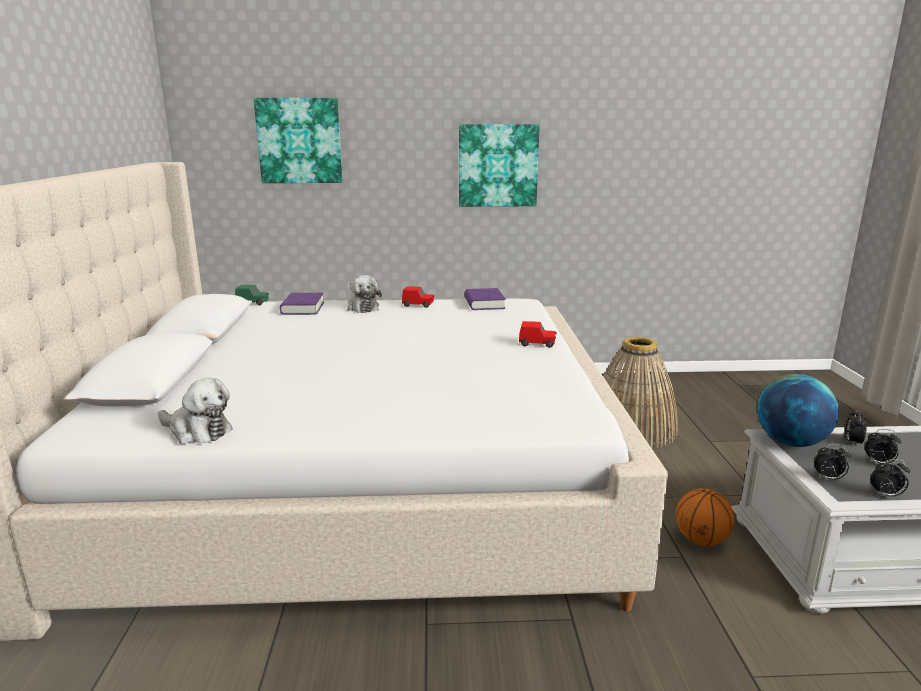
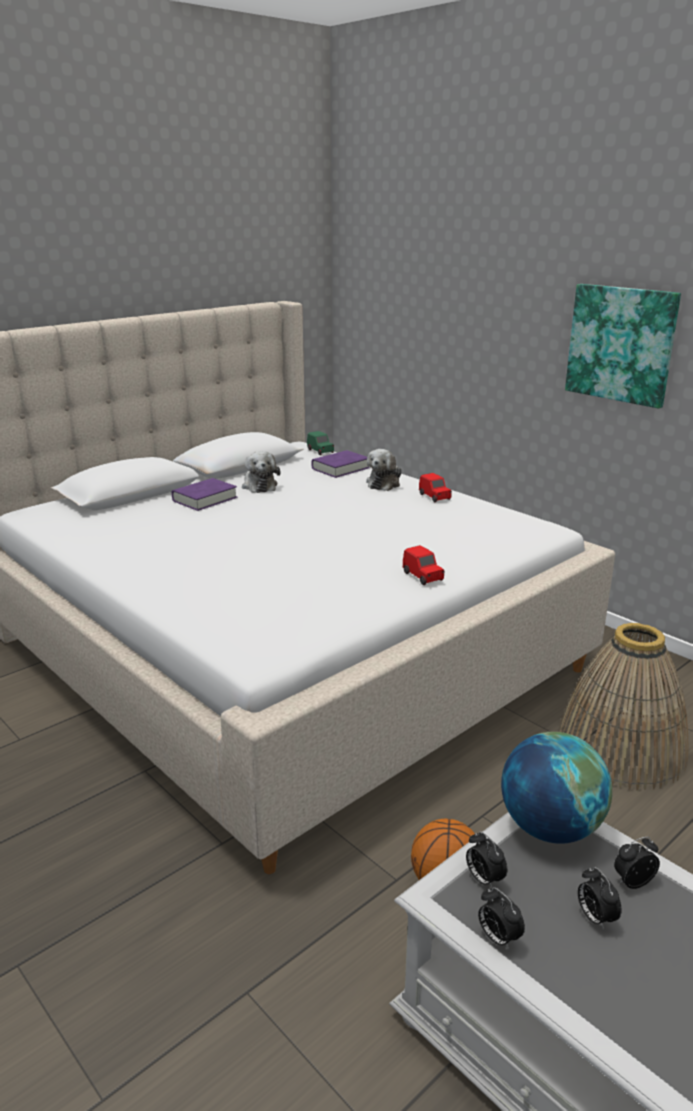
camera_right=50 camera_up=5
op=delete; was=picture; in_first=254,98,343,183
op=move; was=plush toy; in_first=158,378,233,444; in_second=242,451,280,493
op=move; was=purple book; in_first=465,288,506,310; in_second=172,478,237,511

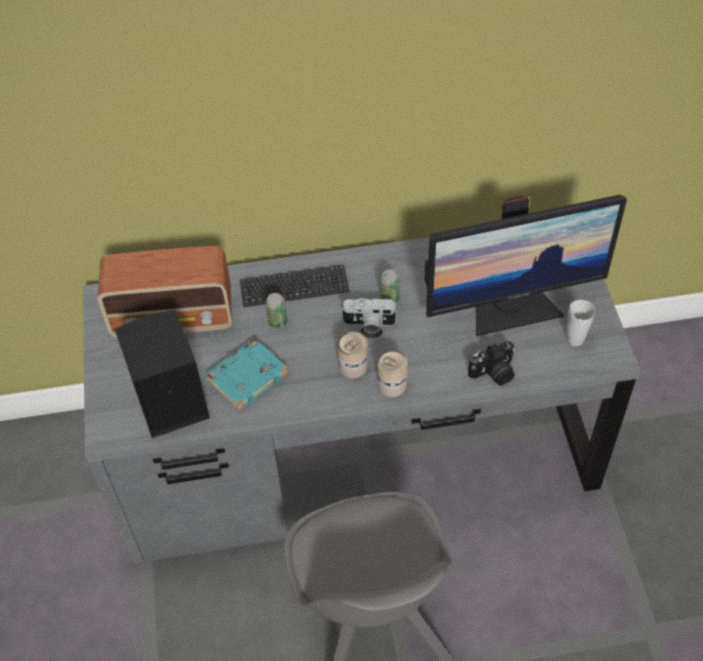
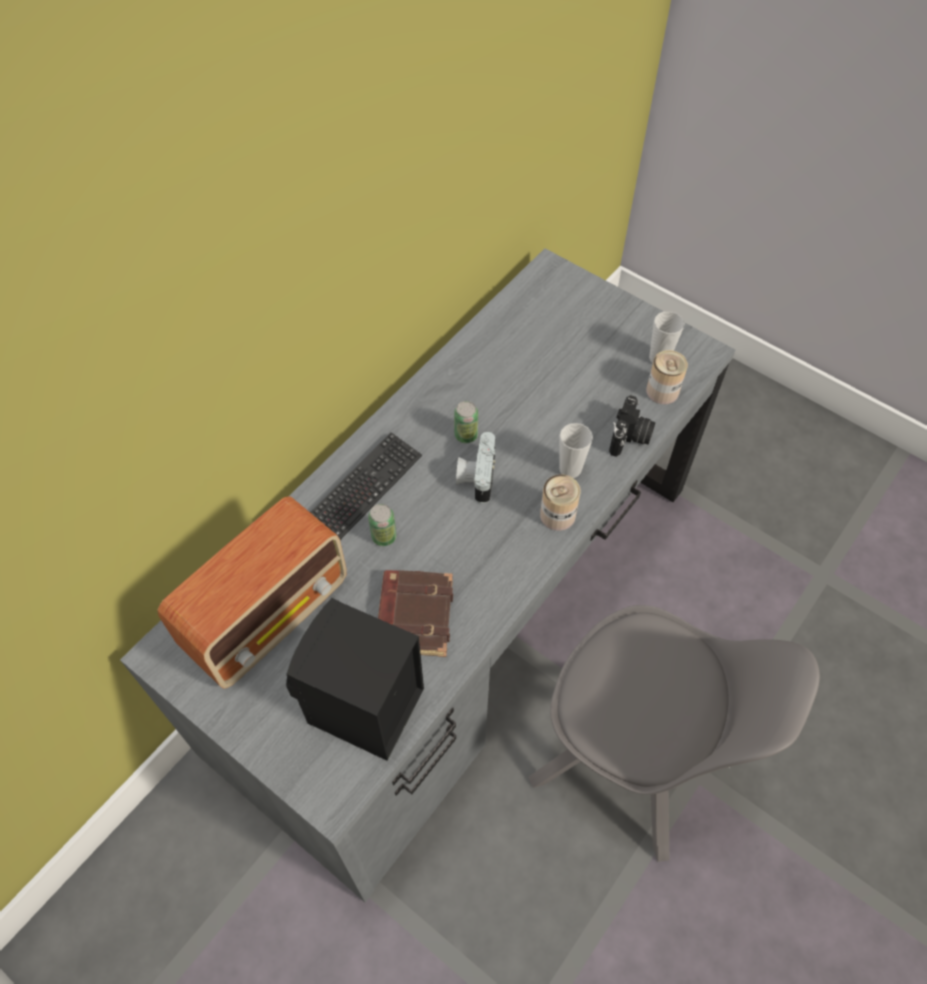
camera_right=-45 camera_up=5
op=delete; was=monitor; in_first=425,195,627,336
op=insert; now=cup; in_second=559,423,593,478
op=move; was=can; in_first=338,332,368,378; in_second=646,350,688,404
op=recolor; was=turquoise book; now=brown book; in_first=205,338,289,411; in_second=378,570,453,657
op=rotate; was=photo camera; in_first=341,298,397,339; in_second=456,432,495,504; clockwise=135

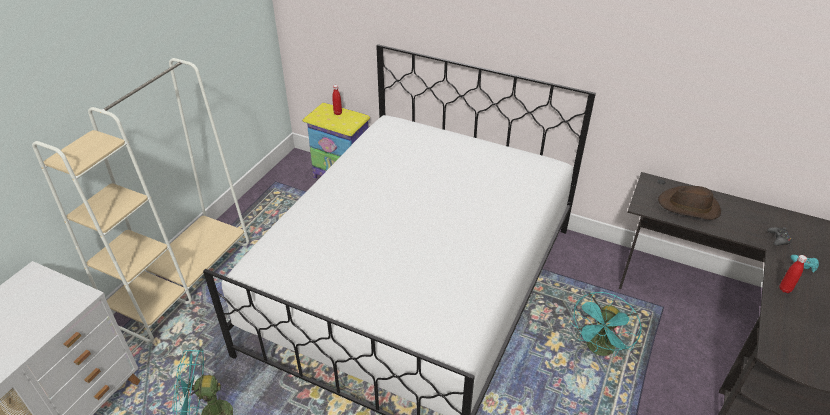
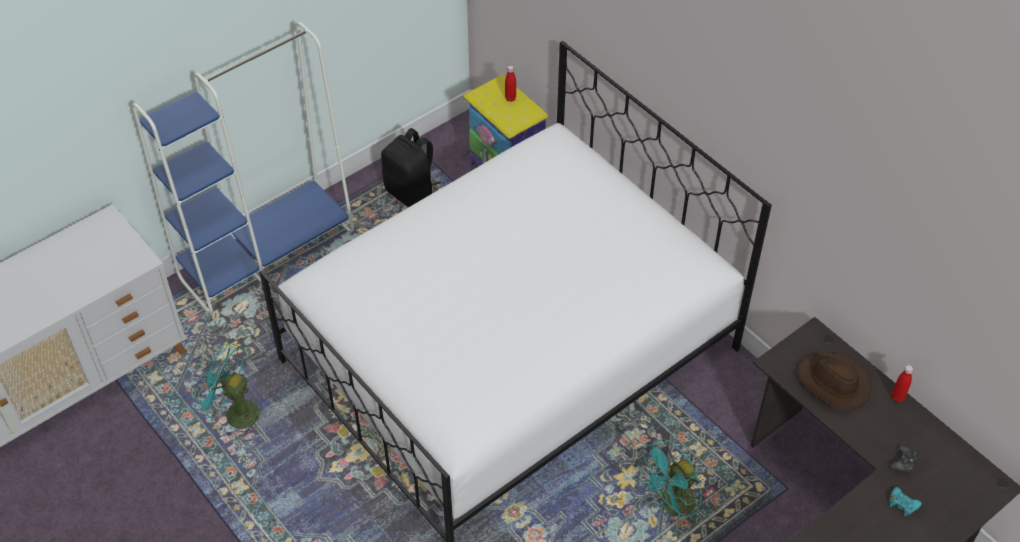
camera_right=25 camera_up=10
op=insert; now=black backpack; in_second=381,128,441,207
op=move; was=red bottle; in_first=780,255,807,293; in_second=892,365,914,402
op=recolor; was=beige clothes rack; now=blue clothes rack; in_first=32,58,249,343; in_second=132,22,354,314

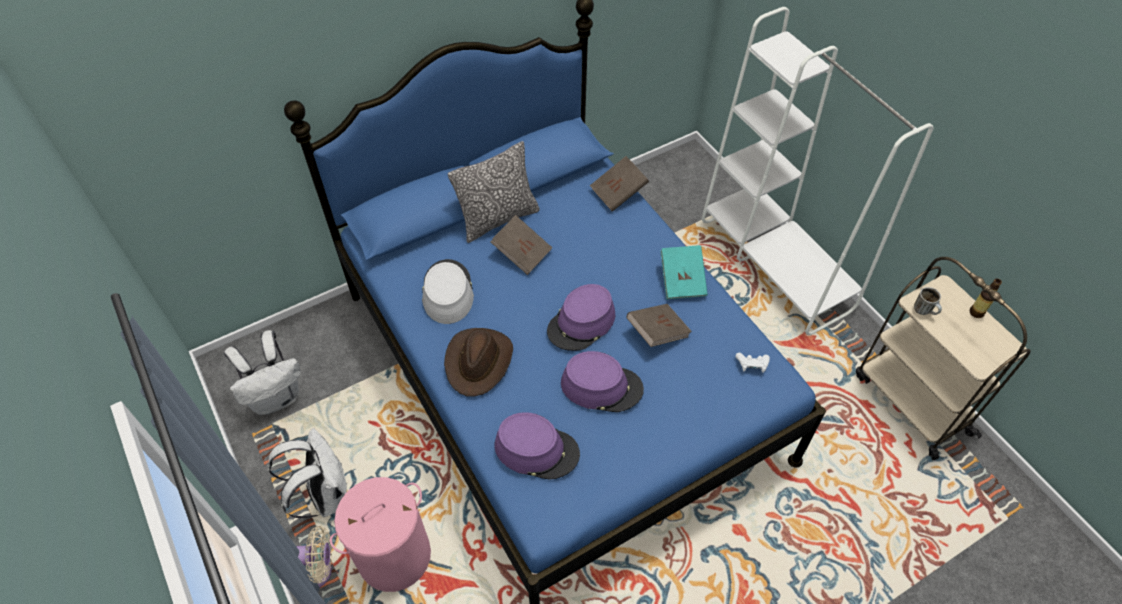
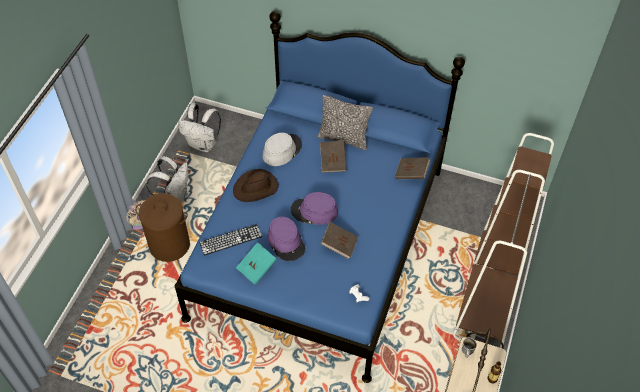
camera_right=50 camera_up=0
op=move; was=turquoise book; in_first=660,245,708,299; in_second=236,242,277,285
op=replace; was=purple hat; now=keyboard; in_first=495,412,580,480; in_second=199,224,262,256
op=recolor; was=pink laundry basket; now=brown laundry basket; in_first=330,477,431,592; in_second=135,194,190,262
op=recolor; was=white clothes rack; now=brown clothes rack; in_first=702,7,934,335; in_second=453,133,554,348

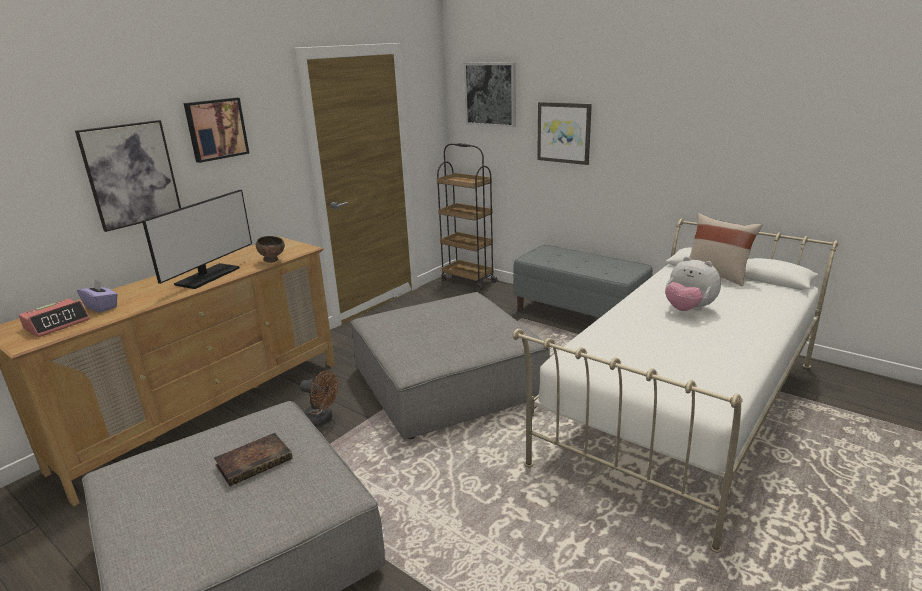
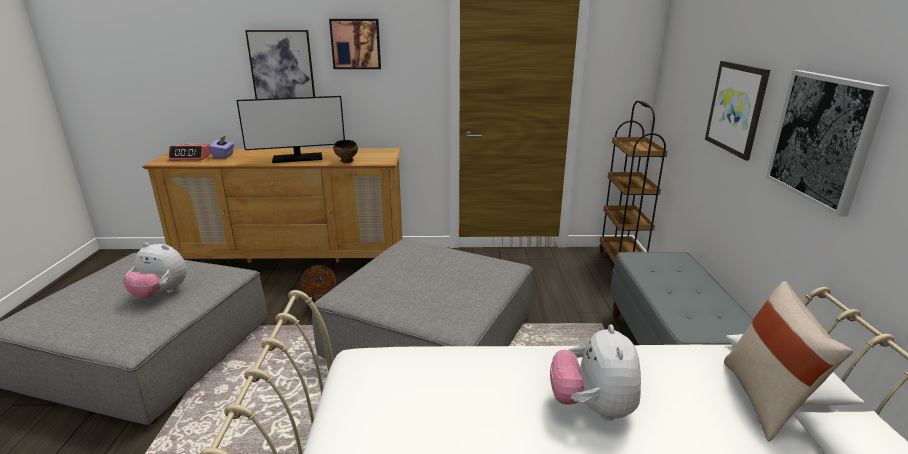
camera_right=50 camera_up=0
op=move; was=picture; in_first=464,62,516,127; in_second=766,70,891,217
op=replace; was=book; now=plush toy; in_first=214,433,292,486; in_second=123,242,187,299

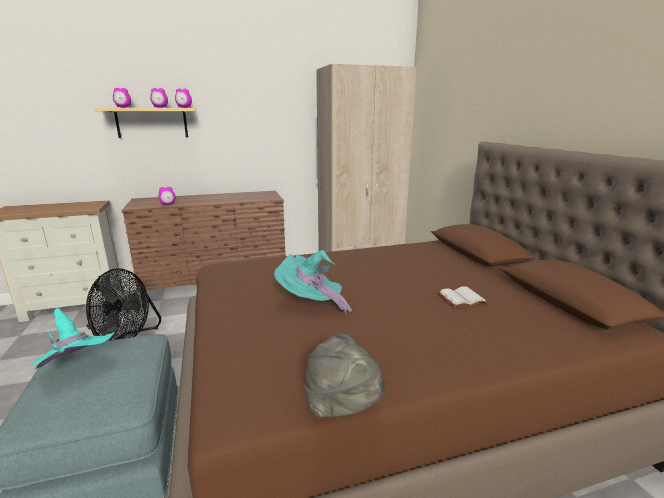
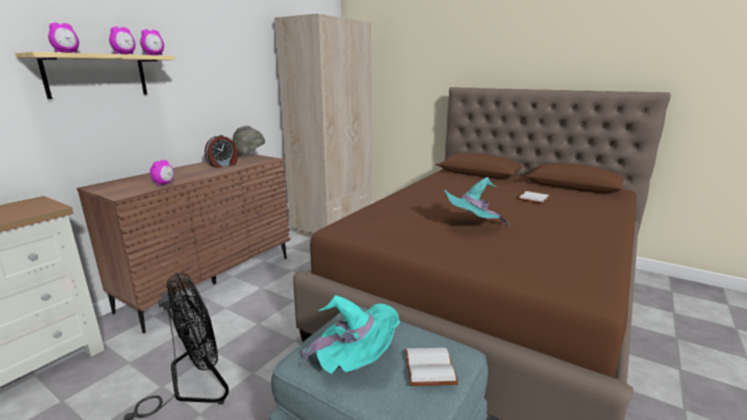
camera_right=-40 camera_up=0
op=insert; now=alarm clock; in_second=205,135,238,168
op=insert; now=white book; in_second=405,348,459,386
op=move; was=grey hat; in_first=304,333,385,418; in_second=233,126,265,157

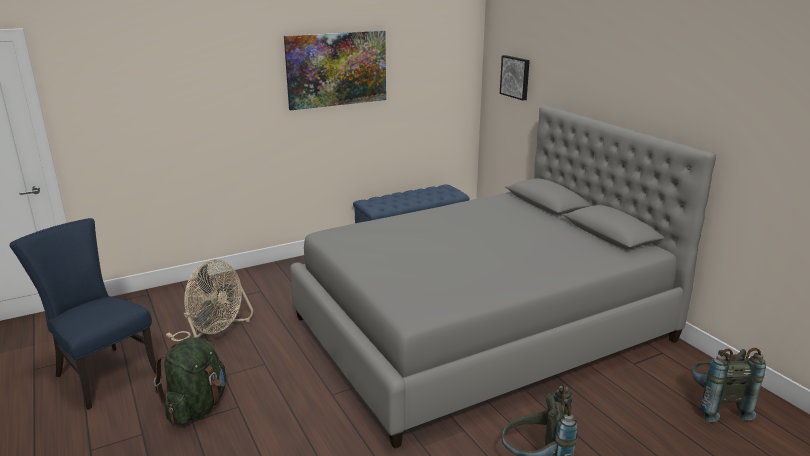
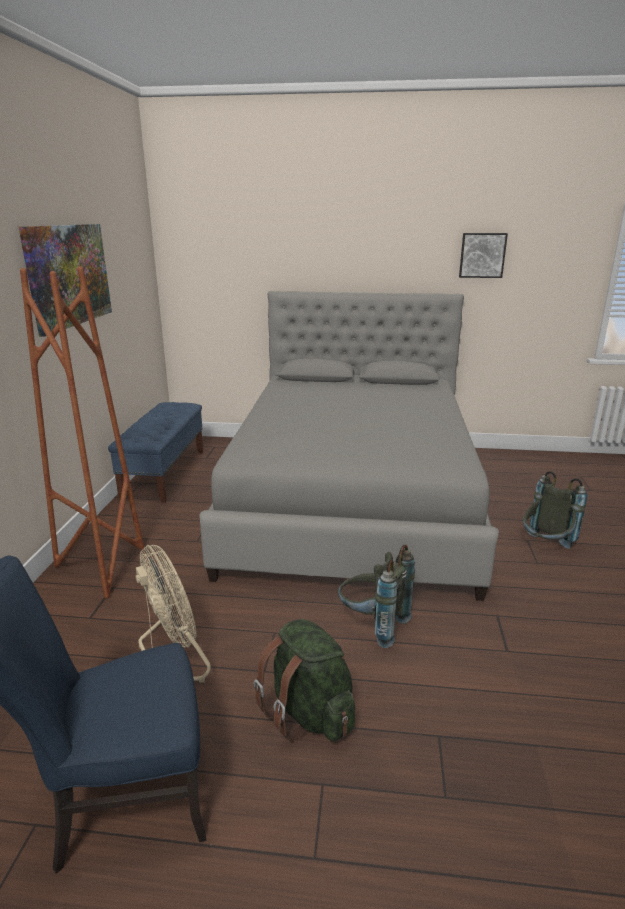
camera_right=-55 camera_up=0
op=insert; now=brown clothes rack; in_second=20,266,144,599
op=move; was=picture; in_first=500,55,530,100; in_second=459,233,508,278
op=move; was=grey backpack; in_first=691,348,766,422; in_second=338,545,415,648

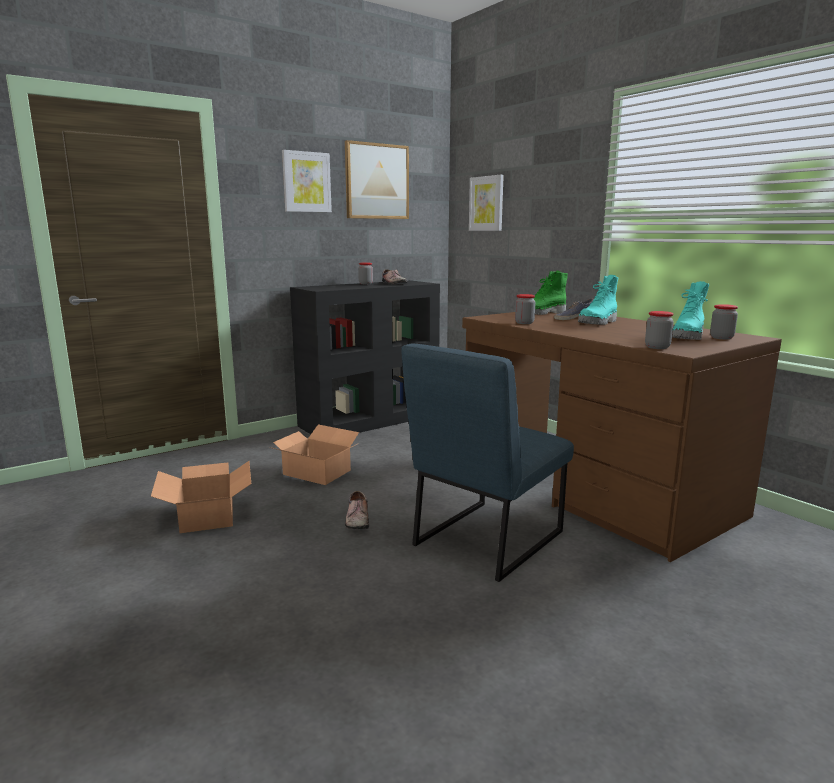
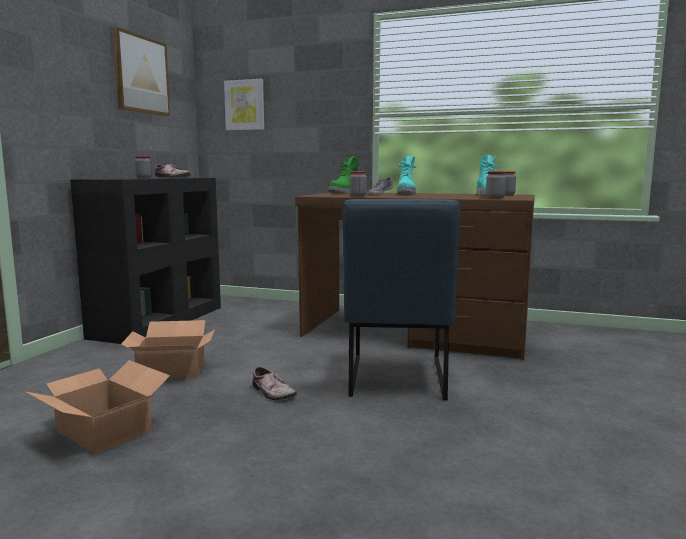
camera_right=-35 camera_up=-5
op=delete; was=picture; in_first=282,150,332,212

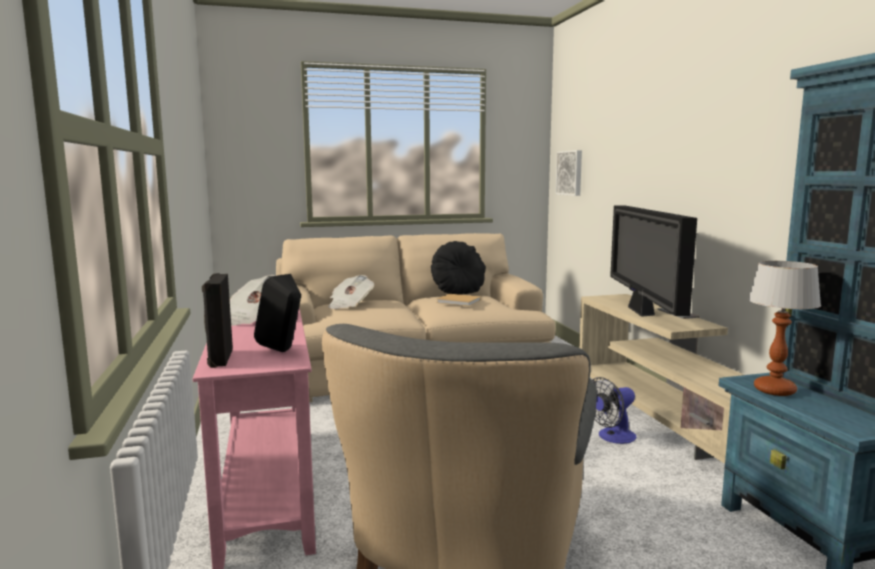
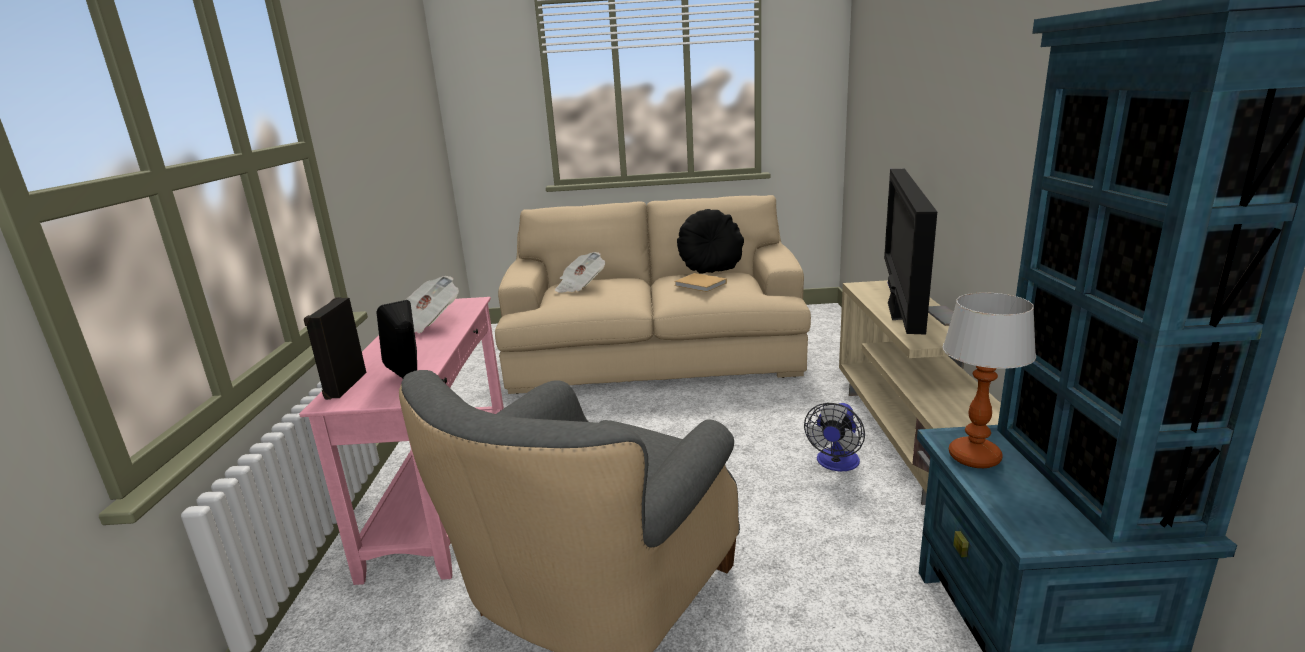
camera_right=15 camera_up=10
op=delete; was=picture; in_first=556,150,582,196
op=rotate; was=fan; in_first=592,377,636,444; in_second=804,403,865,471; clockwise=-45

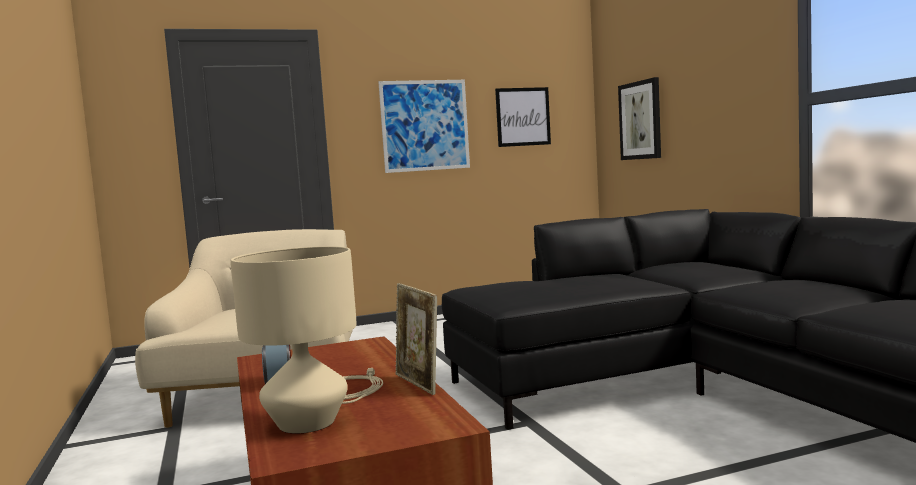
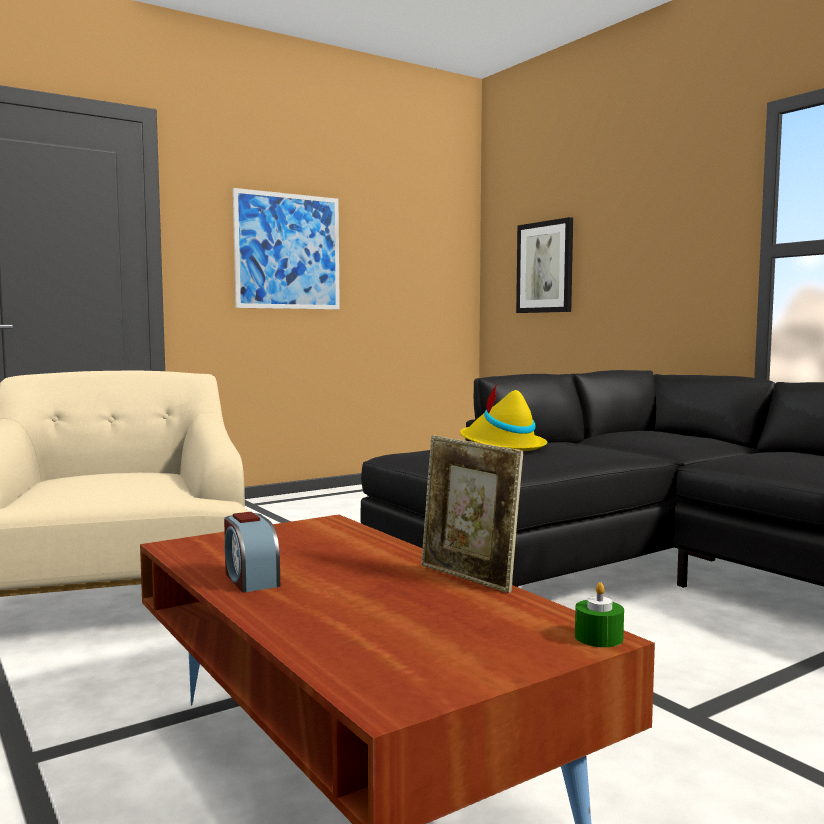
camera_right=-15 camera_up=0
op=delete; was=beige table lamp; in_first=231,246,383,433
op=delete; was=picture; in_first=495,87,551,147
op=insert; now=yellow hat; in_second=460,384,547,451
op=insert; now=green candle; in_second=575,582,624,647

